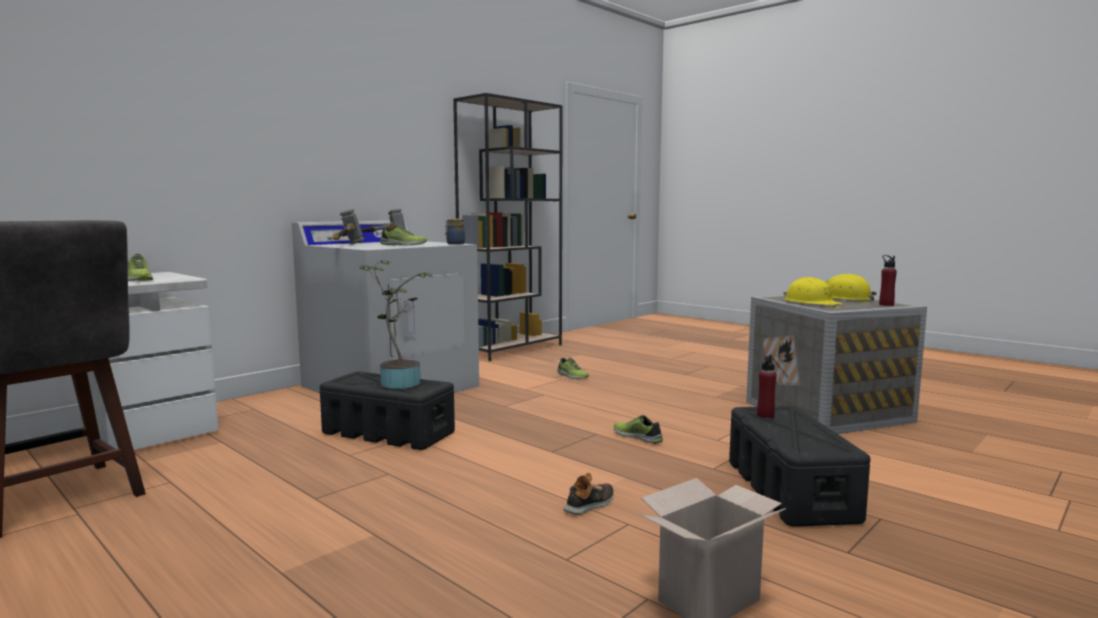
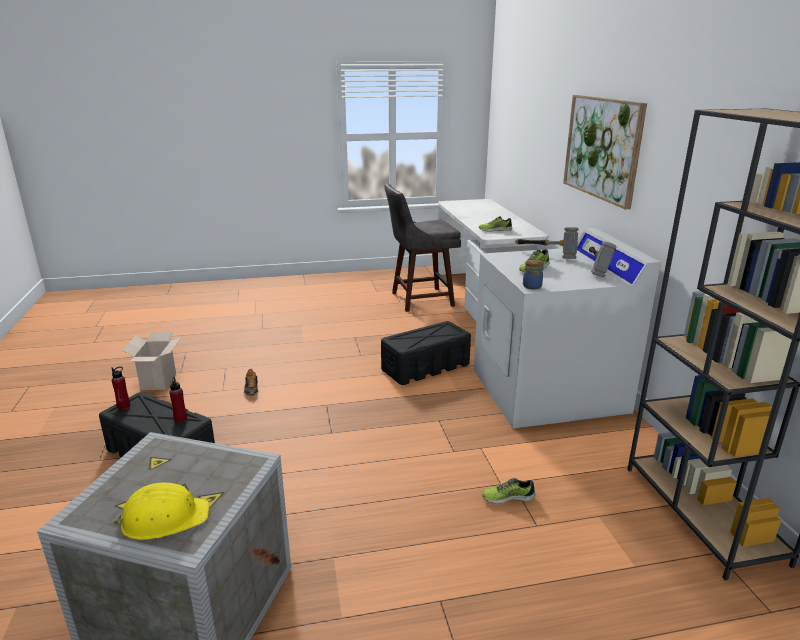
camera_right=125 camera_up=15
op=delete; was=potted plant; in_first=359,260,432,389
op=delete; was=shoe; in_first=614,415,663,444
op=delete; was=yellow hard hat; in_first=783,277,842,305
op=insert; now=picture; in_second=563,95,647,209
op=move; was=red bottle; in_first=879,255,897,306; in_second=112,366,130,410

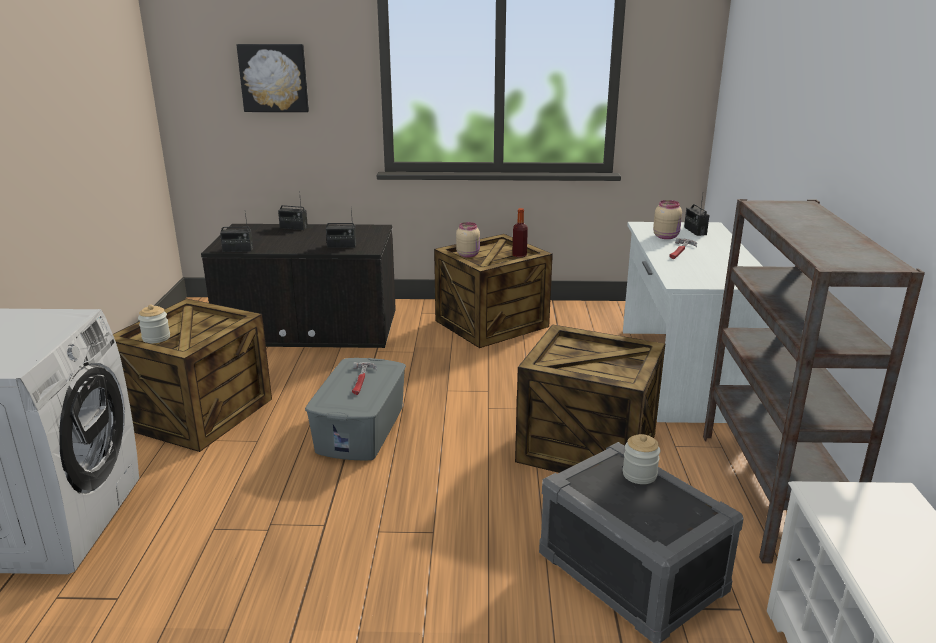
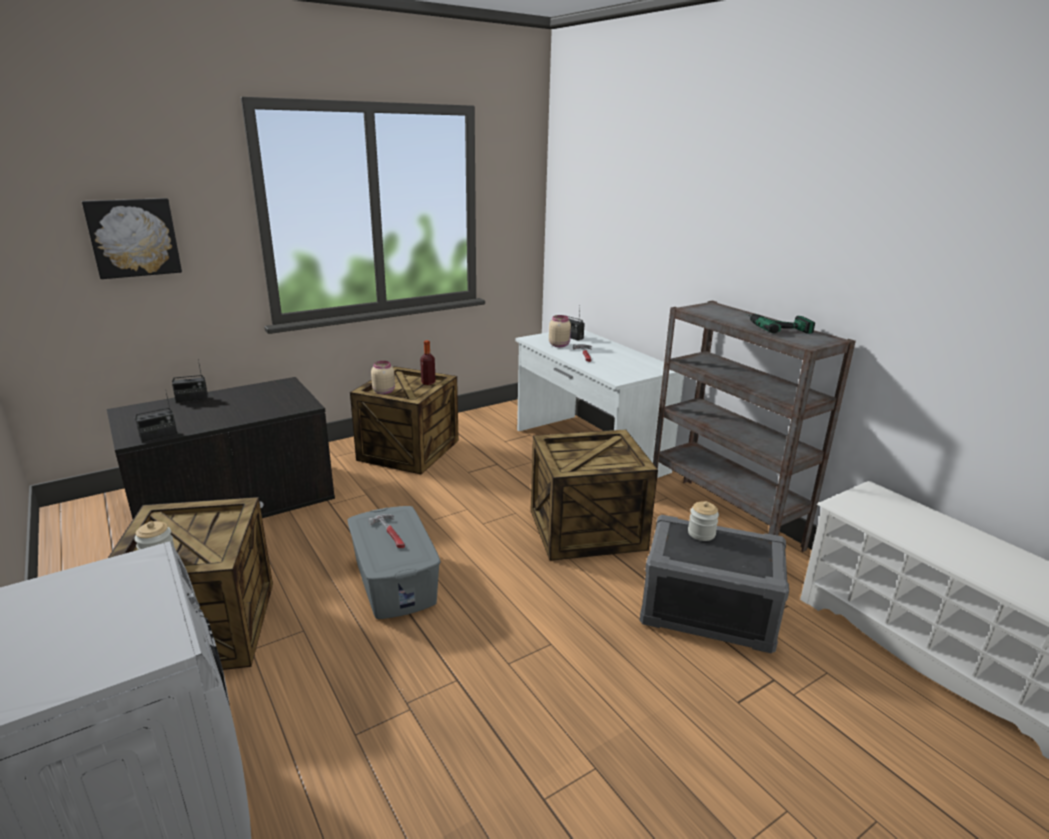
camera_right=-35 camera_up=0
op=delete; was=radio; in_first=326,209,356,248
op=insert; now=power drill; in_second=747,314,815,334

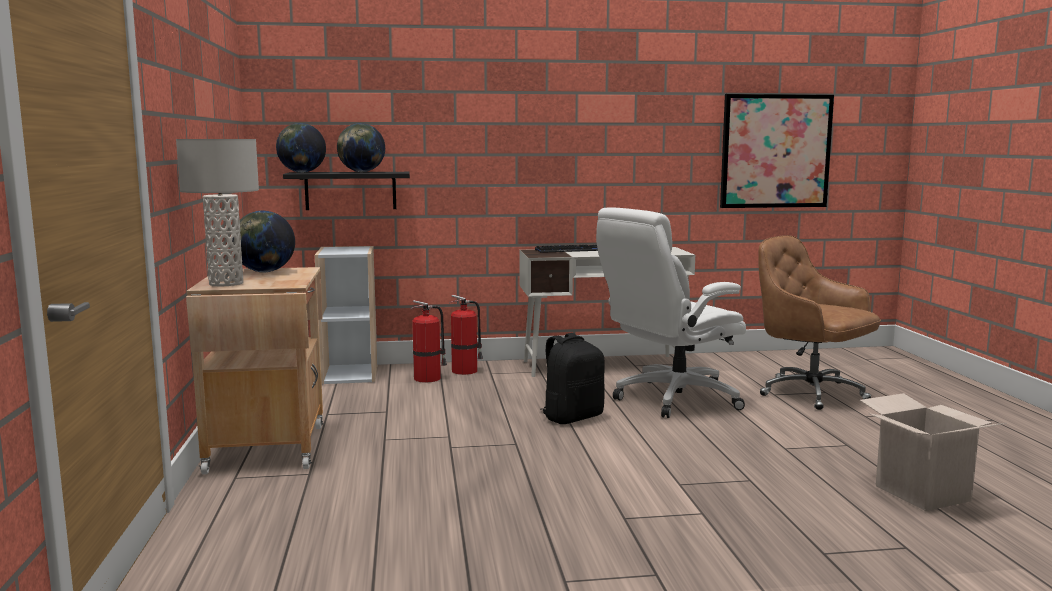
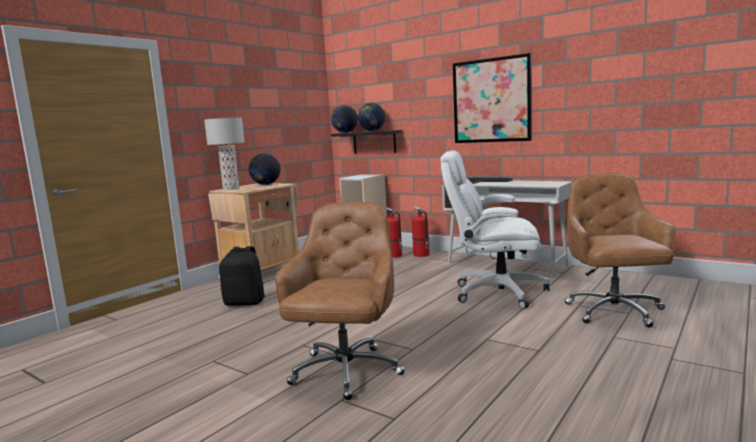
camera_right=45 camera_up=0
op=delete; was=cardboard box; in_first=860,393,1007,511
op=insert; now=brown office chair; in_second=275,202,404,400
op=move; was=black backpack; in_first=541,333,605,424; in_second=219,246,265,306
op=move; was=picture; in_first=720,94,834,208; in_second=453,53,532,143

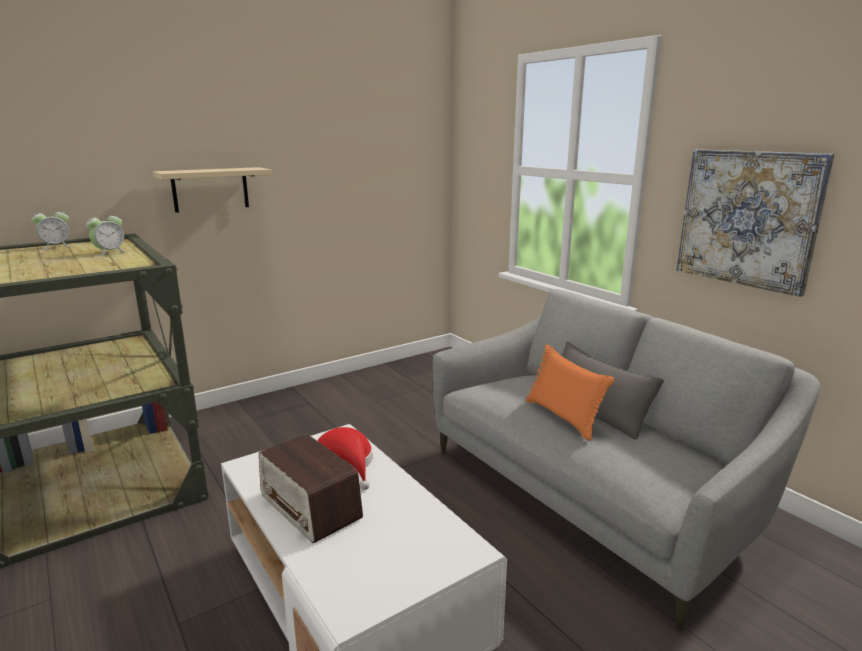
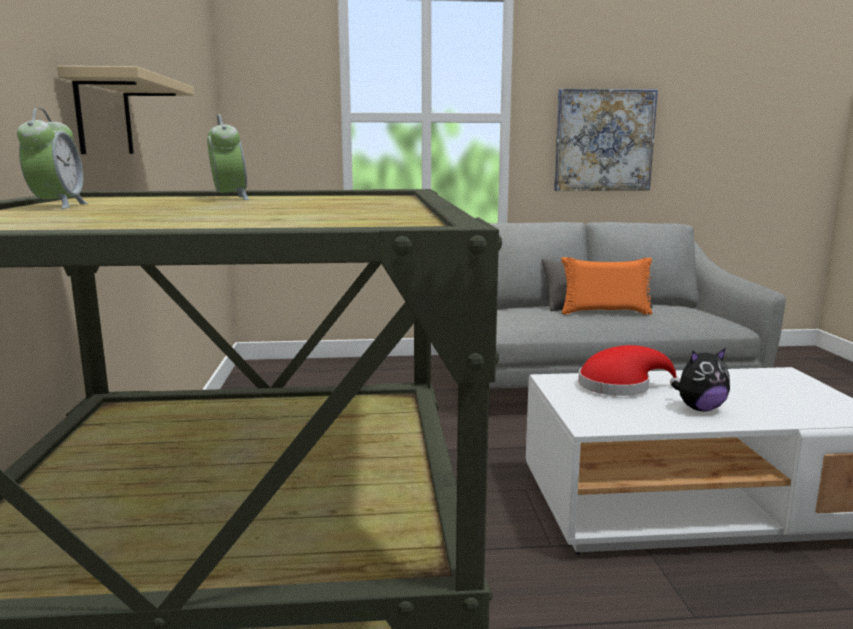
camera_right=-60 camera_up=-5
op=replace; was=radio; now=plush toy; in_first=259,434,363,543; in_second=672,348,730,411

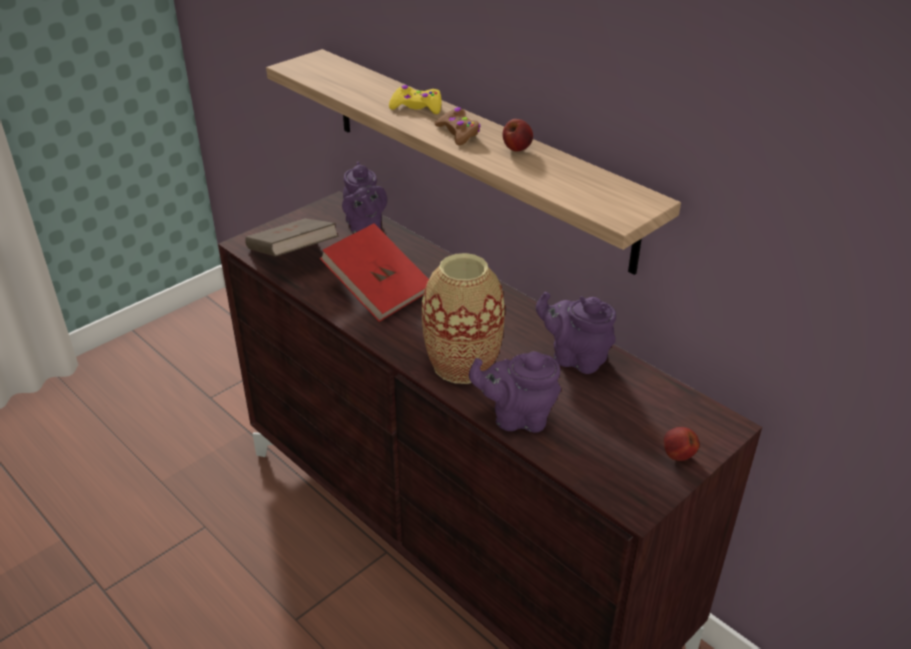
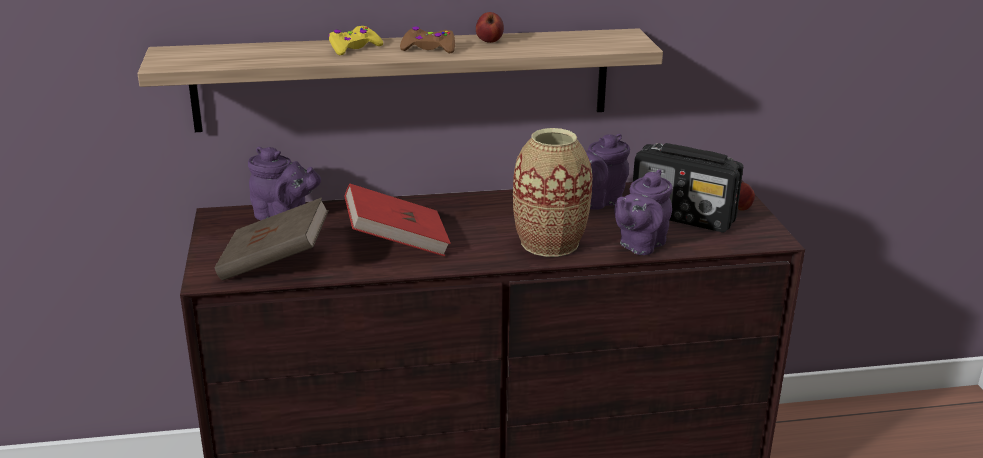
camera_right=-55 camera_up=-10
op=insert; now=radio; in_second=633,143,743,232

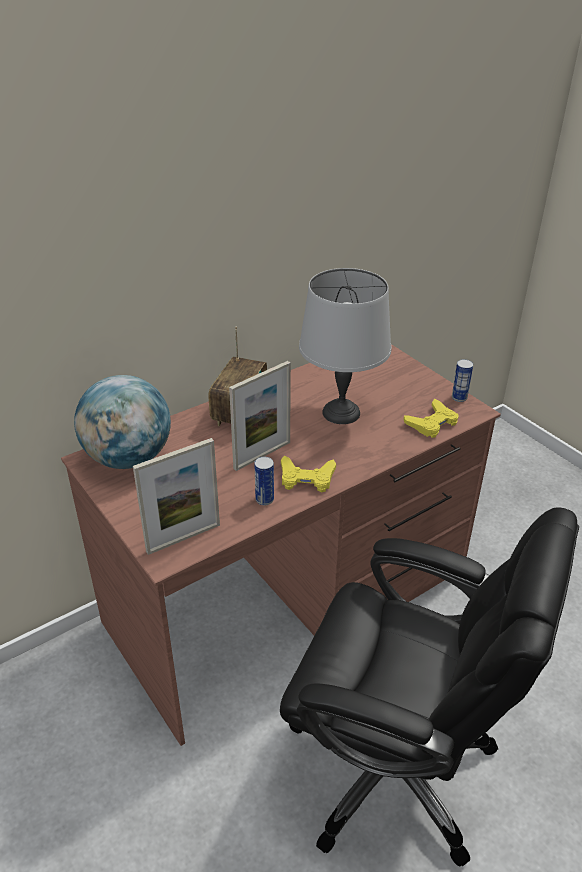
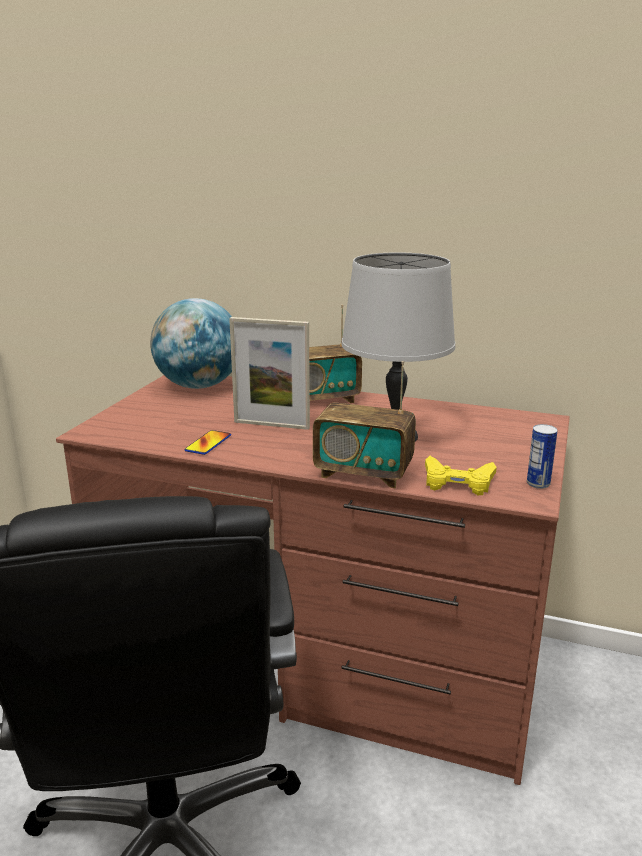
camera_right=55 camera_up=-15
op=delete; was=picture frame; in_first=133,438,220,555
op=delete; was=yellow game controller; in_first=281,455,336,492
op=insert; now=radio; in_second=313,361,416,488
op=replace; was=can; now=phone; in_first=254,457,274,505; in_second=185,430,231,455

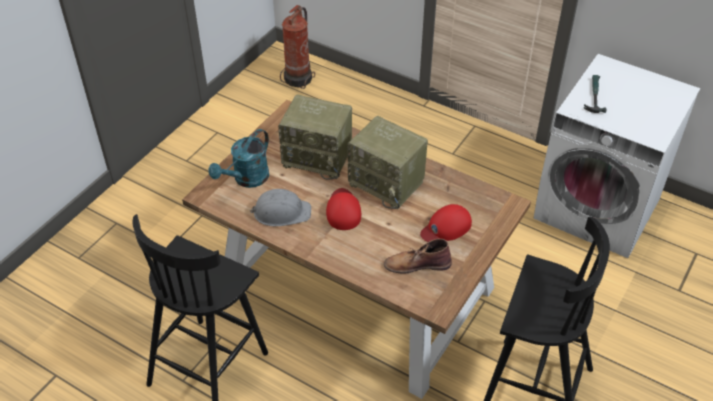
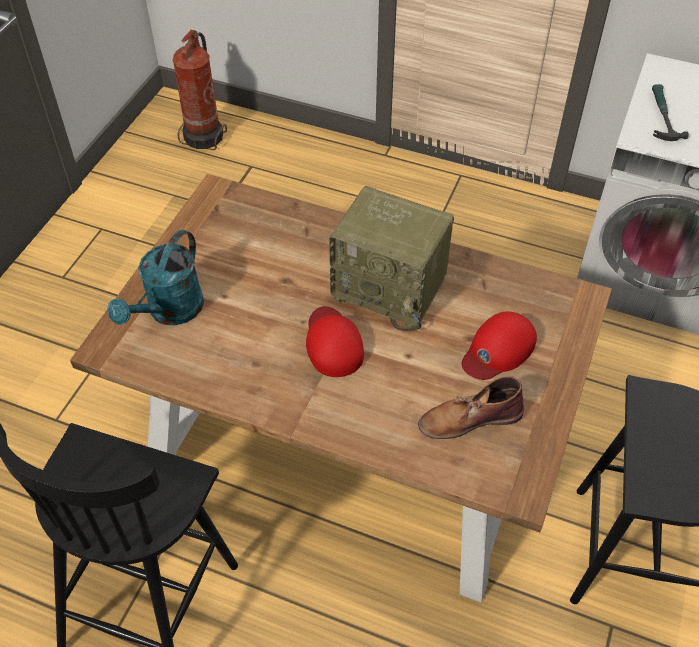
camera_right=-10 camera_up=5
op=delete; was=grey hard hat; in_first=250,189,311,226
op=delete; was=radio; in_first=278,94,352,180

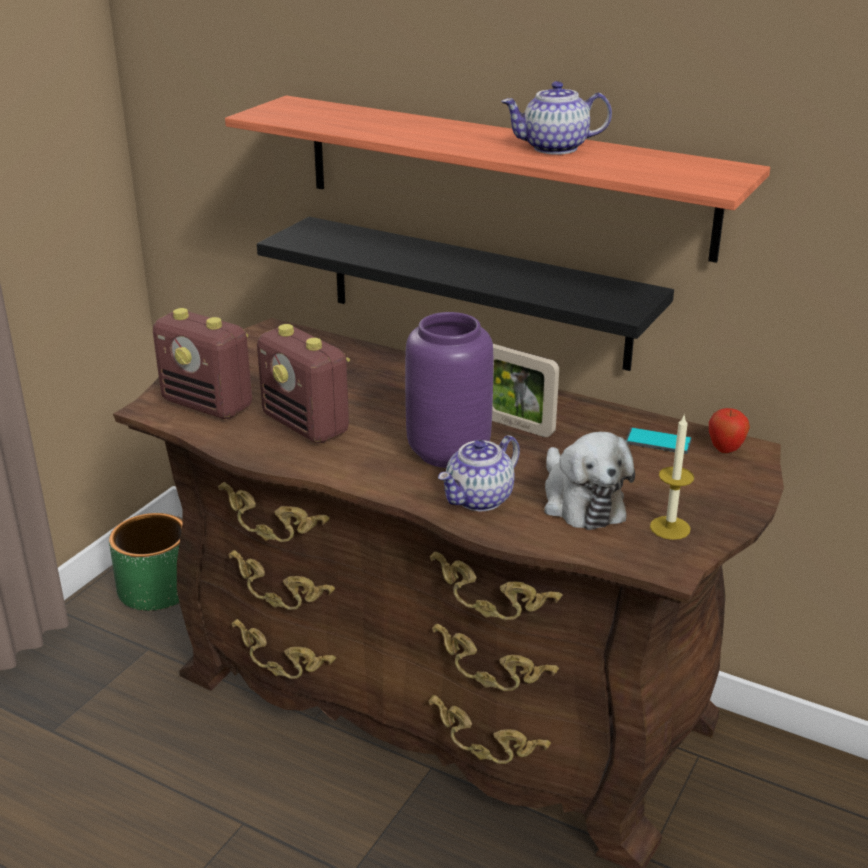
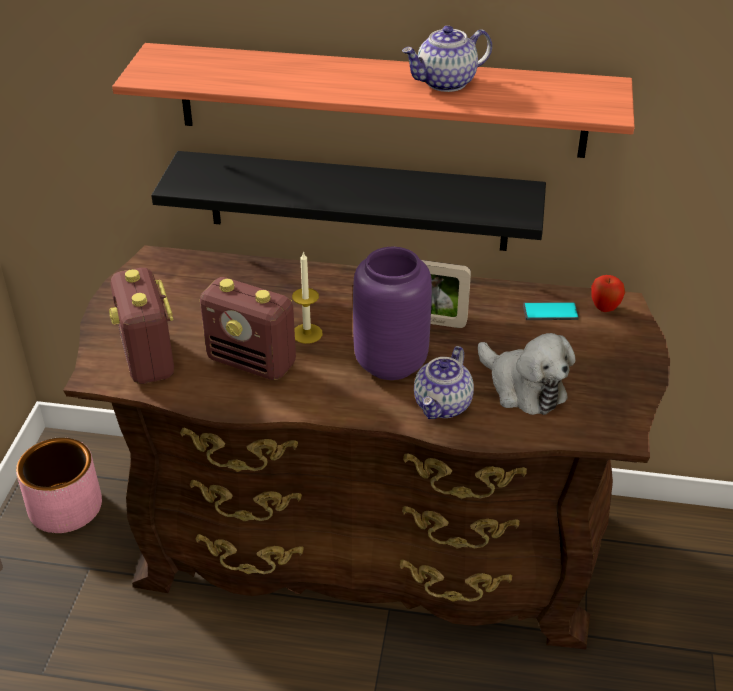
camera_right=-20 camera_up=10
op=move; was=candle; in_first=650,416,694,540; in_second=292,251,323,344
op=recolor; was=green planter; now=pink planter; in_first=109,513,182,611; in_second=16,437,102,533
op=rotate; was=radio; in_first=153,308,252,419; in_second=109,268,174,384; clockwise=60

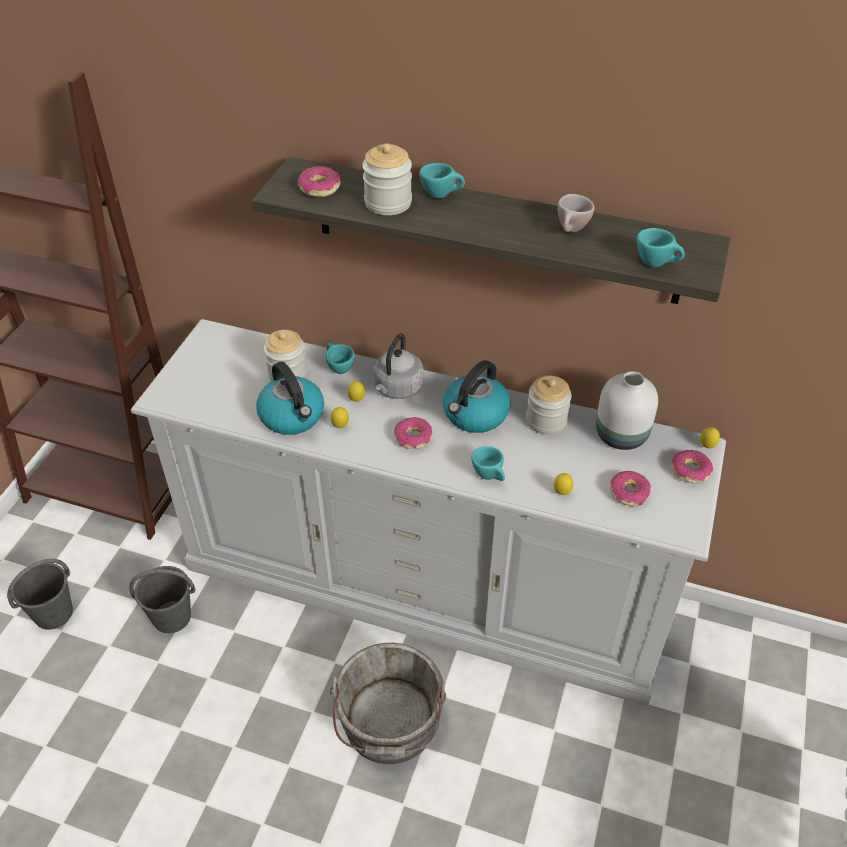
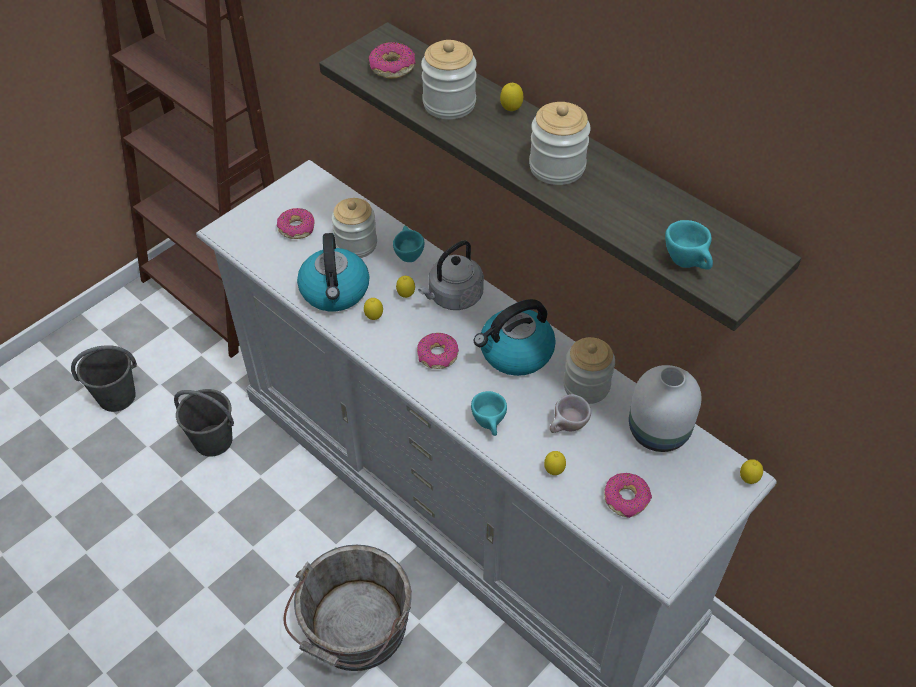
camera_right=25 camera_up=5
op=insert; now=jar; in_second=529,102,591,185
op=move; was=beige cup; in_first=557,194,594,232; in_second=550,394,591,433
op=move; was=donut; in_first=671,450,713,483; in_second=277,208,314,239
op=replace; was=turquoise cup; now=lemon; in_first=419,163,465,198; in_second=500,83,523,111

